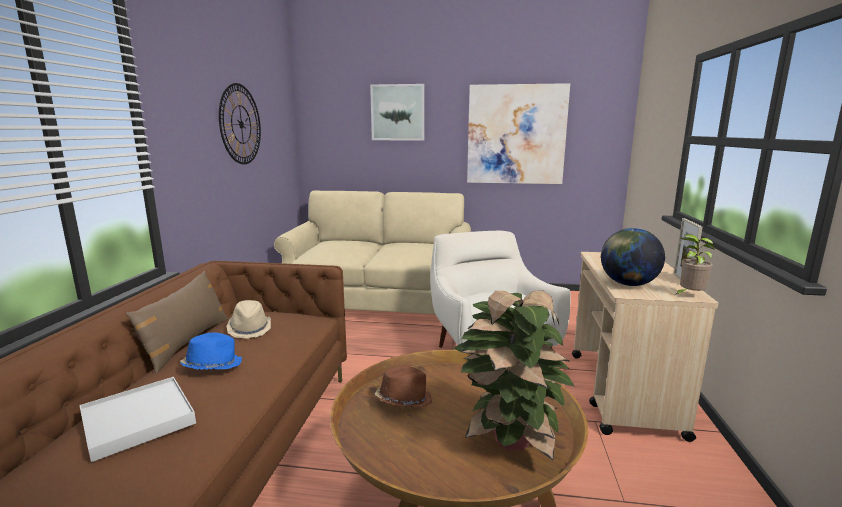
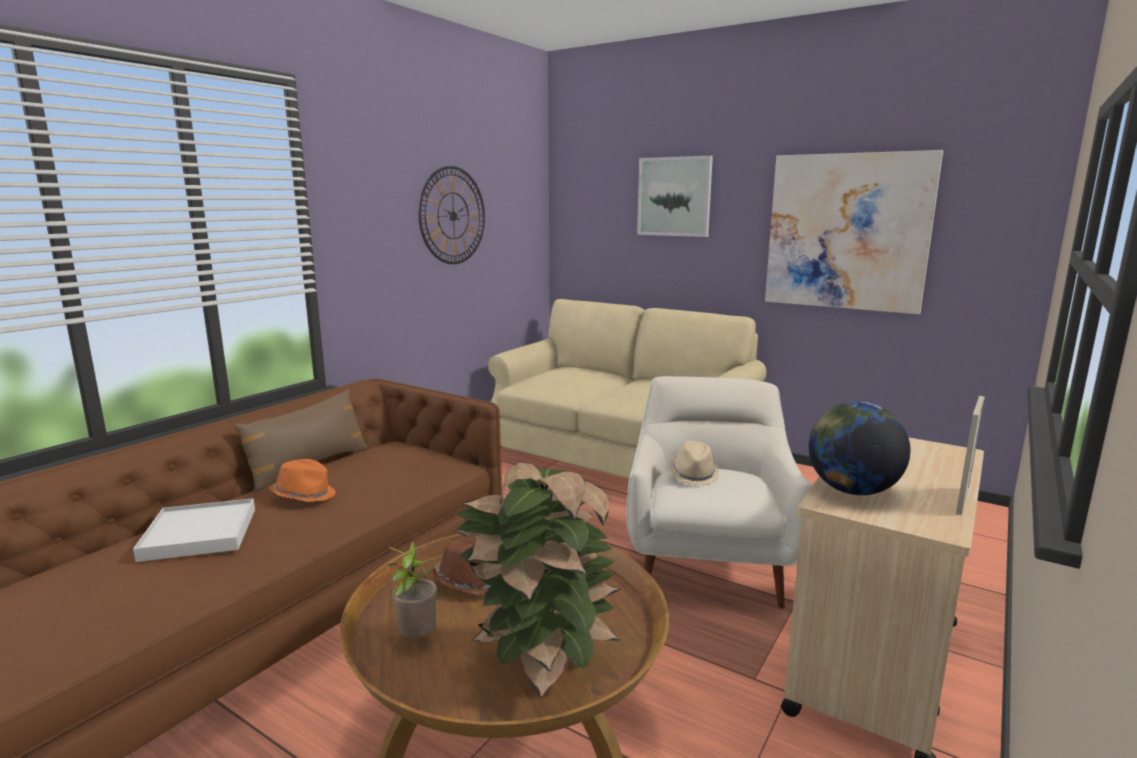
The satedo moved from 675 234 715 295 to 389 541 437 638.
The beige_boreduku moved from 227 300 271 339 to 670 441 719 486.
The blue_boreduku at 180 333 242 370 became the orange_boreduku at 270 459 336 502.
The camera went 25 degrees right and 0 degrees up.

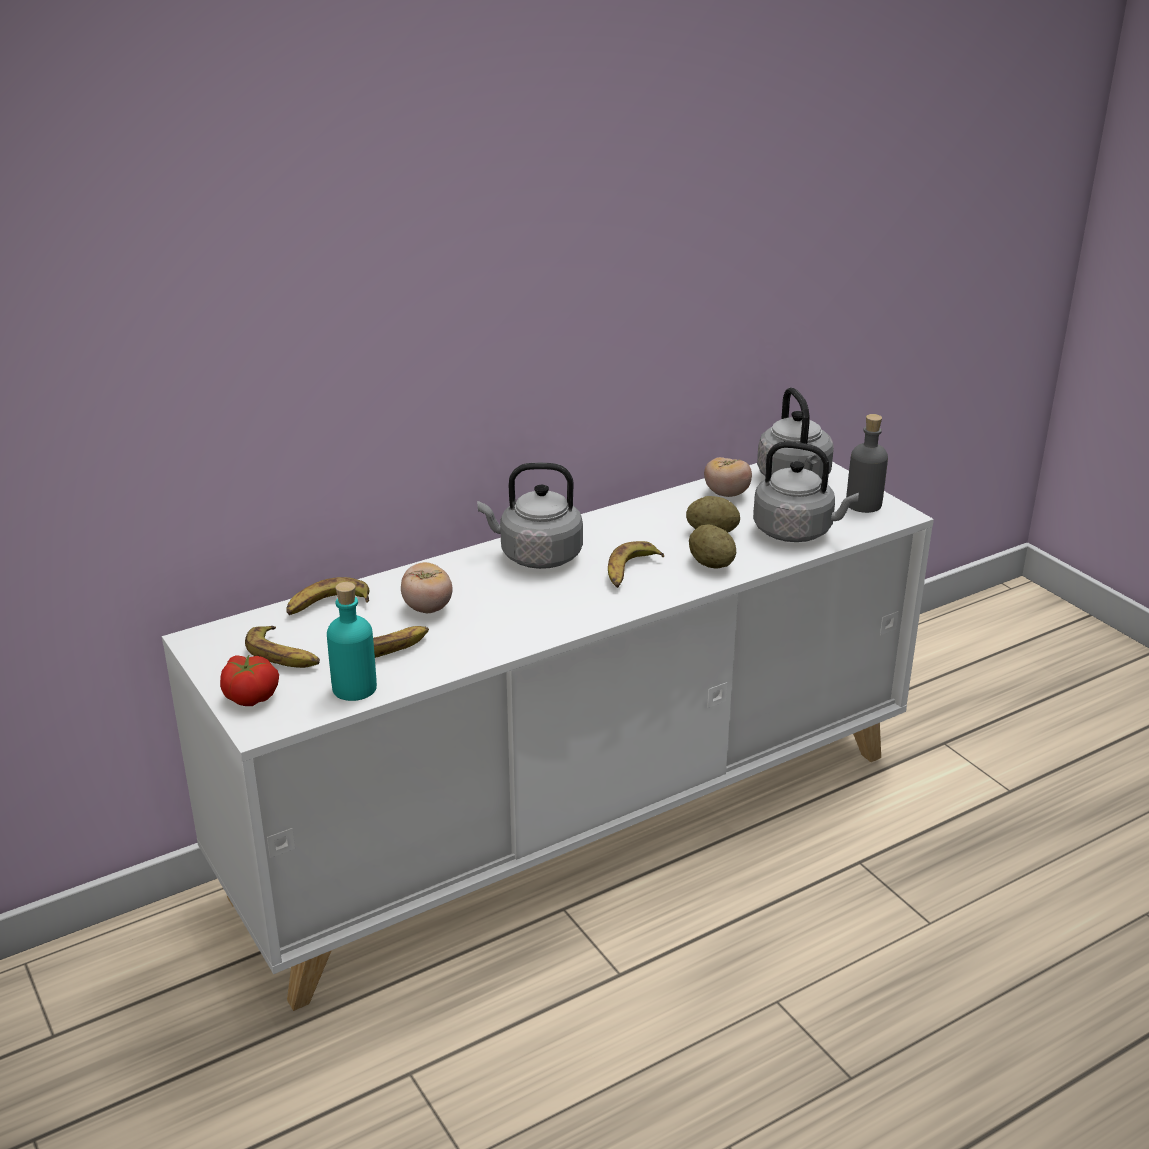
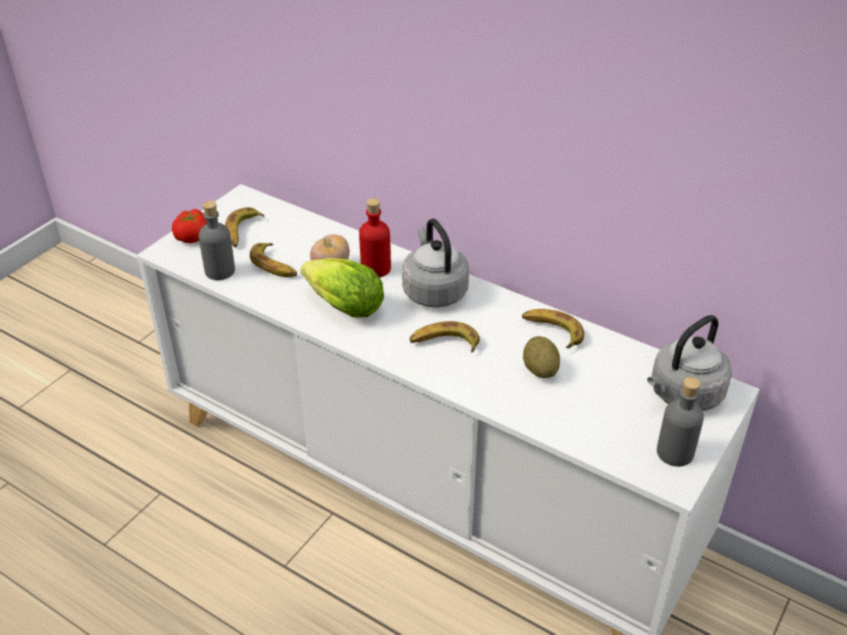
The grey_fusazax at 753 441 859 542 disappeared.
The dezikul at 704 457 752 497 disappeared.
The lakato at 689 525 736 568 disappeared.
The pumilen moved from 286 577 369 615 to 522 309 584 348.
The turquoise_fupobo at 327 582 377 701 became the grey_fupobo at 199 201 235 280.
The red_fupobo at 359 198 391 277 appeared.
The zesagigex at 301 258 384 318 appeared.
The camera went 65 degrees right and 10 degrees up.

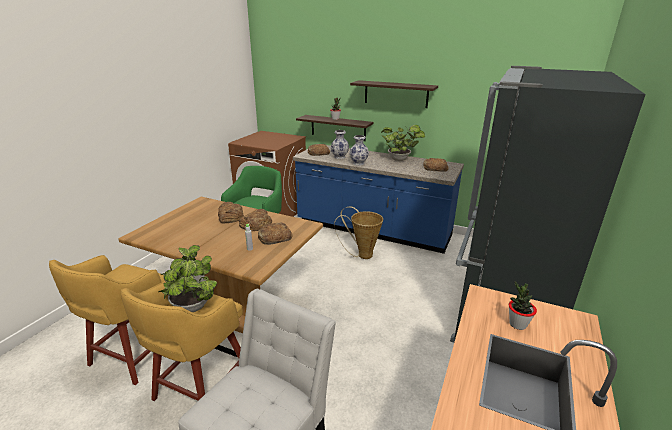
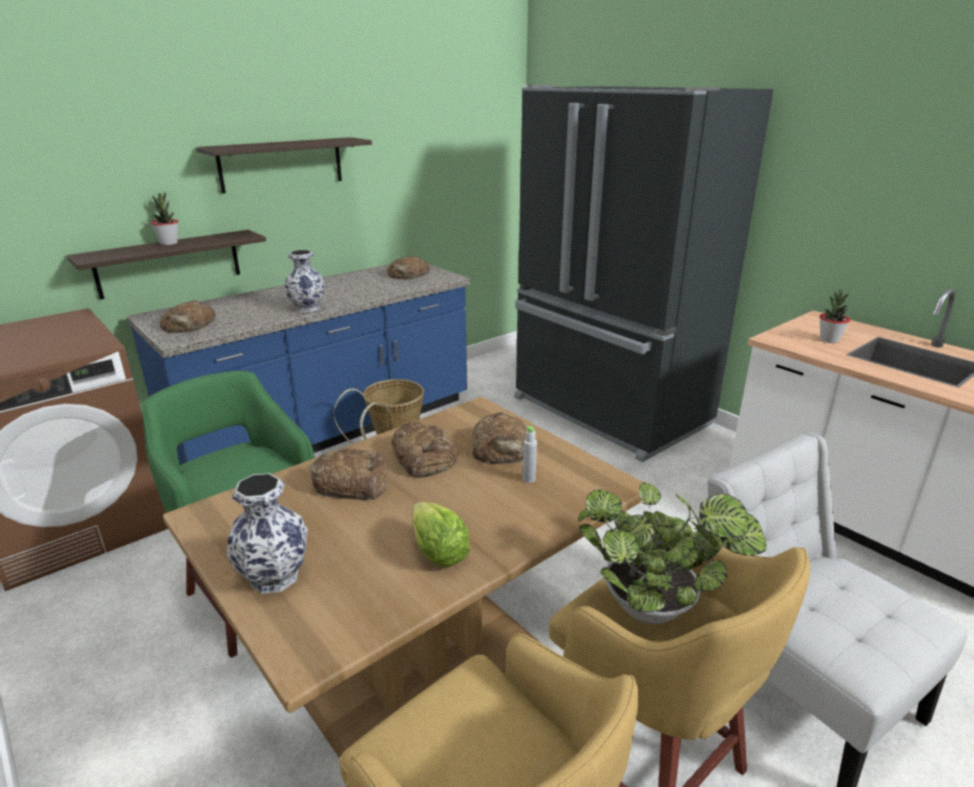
The satedo at 381 125 425 161 disappeared.
The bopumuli moved from 331 130 349 159 to 227 473 308 594.
The zesagigex at 412 502 470 567 appeared.
The camera went 65 degrees left and 0 degrees up.

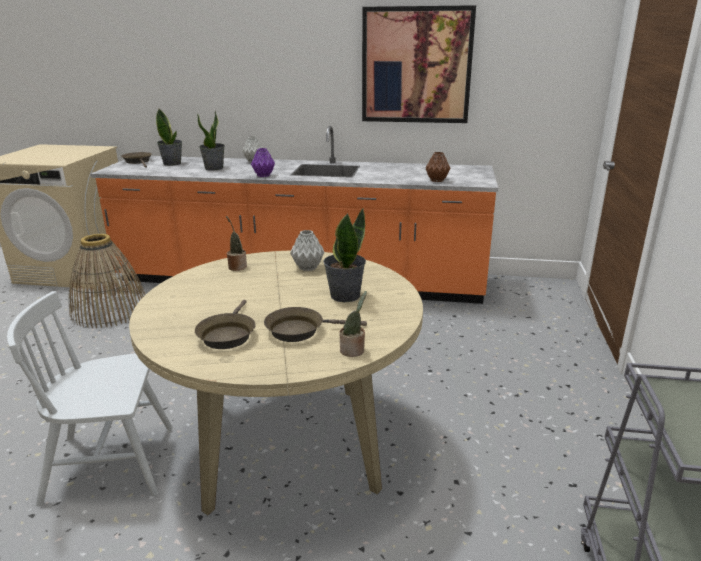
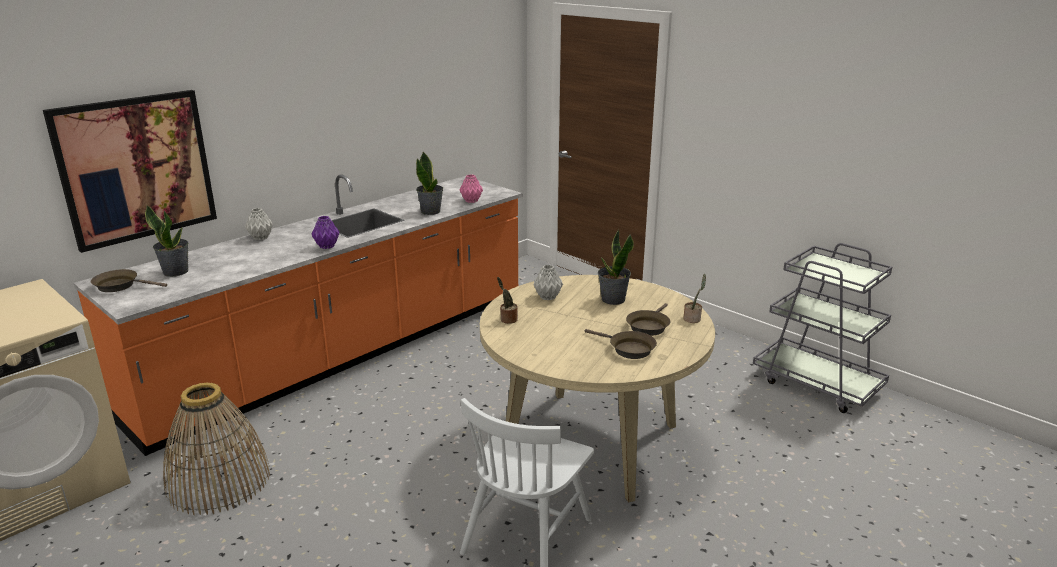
The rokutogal moved from 362 5 476 123 to 43 90 217 253.
The satedo moved from 197 111 225 171 to 416 151 443 215.
The brown_bopumuli at 426 152 451 182 became the pink_bopumuli at 459 175 483 203.
The camera went 55 degrees left and 0 degrees up.

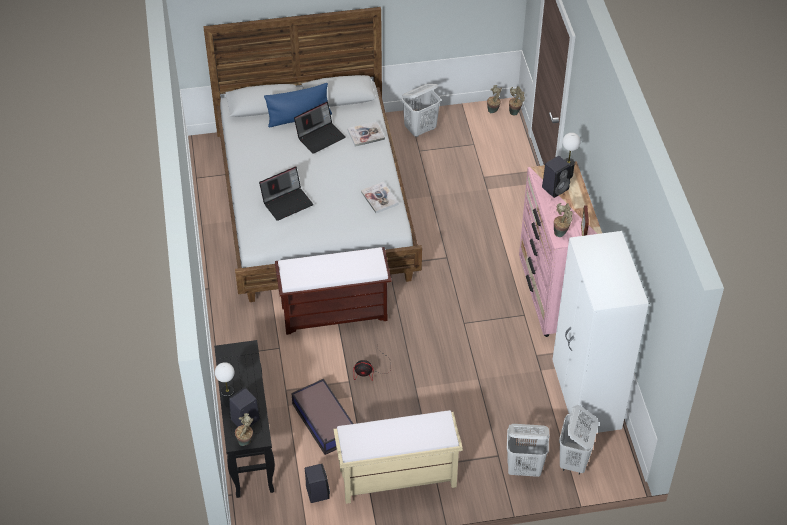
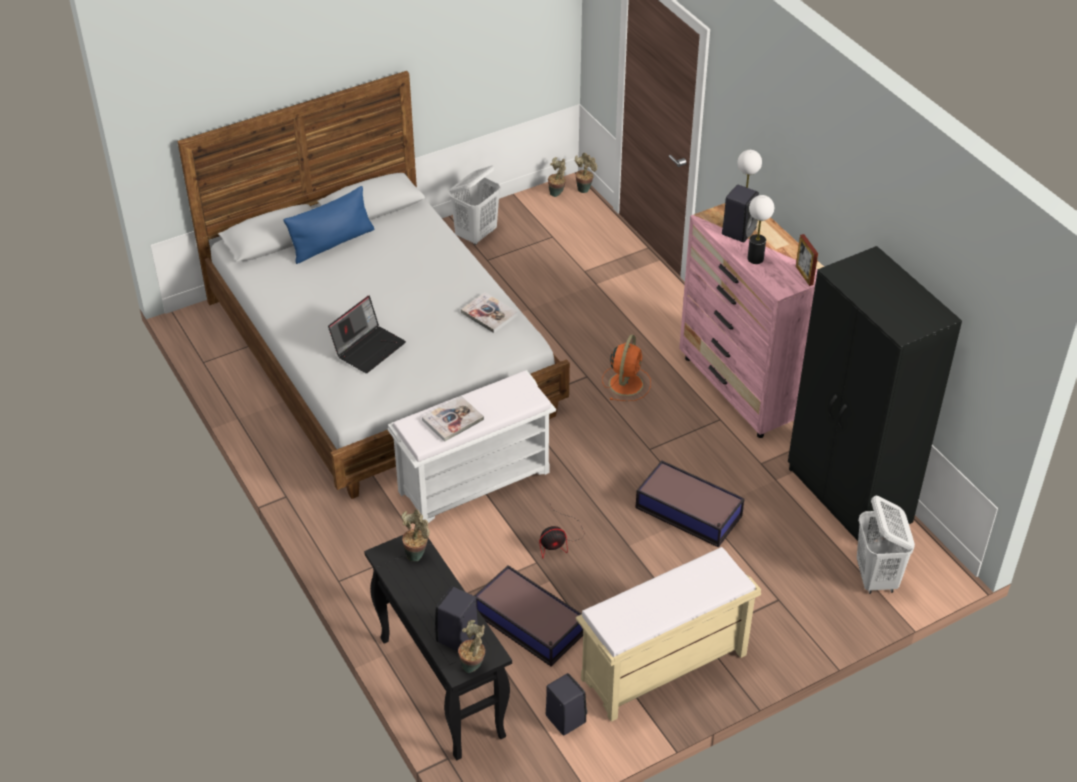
The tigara at 294 102 346 154 disappeared.
The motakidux moved from 348 121 385 147 to 422 396 484 442.
The satedo moved from 554 203 573 237 to 401 509 430 561.
The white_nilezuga at 552 231 649 435 became the black_nilezuga at 788 246 962 541.
The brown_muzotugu at 275 247 392 335 became the white_muzotugu at 388 370 556 523.
The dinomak moved from 215 362 234 407 to 747 195 774 264.
The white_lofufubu at 507 424 550 477 disappeared.
The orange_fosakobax at 602 335 651 401 appeared.
The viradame at 636 460 745 548 appeared.
The camera went 20 degrees left and 5 degrees down.

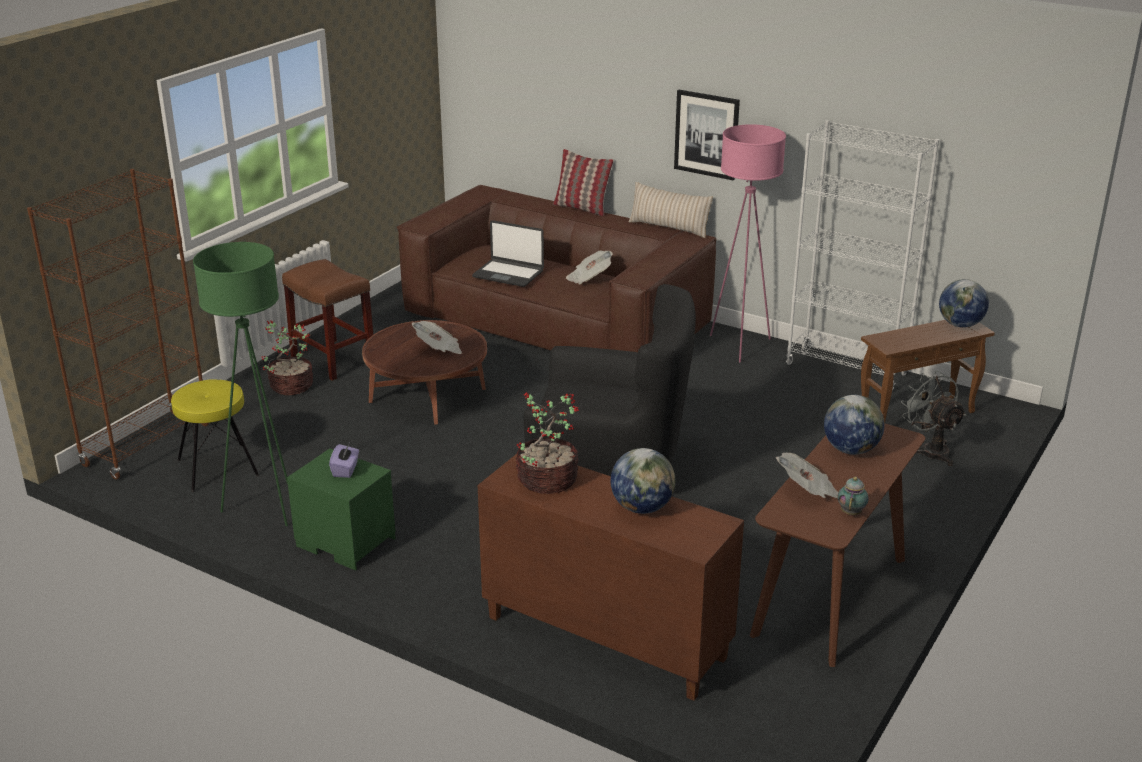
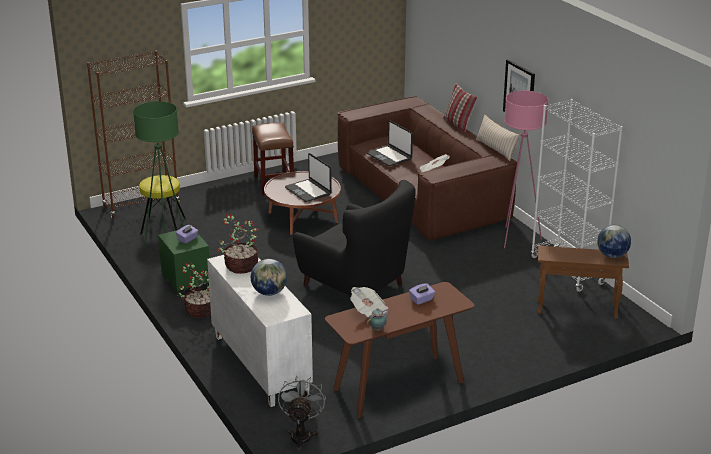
The satedo moved from 262 320 313 395 to 177 263 211 318.
The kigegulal at 412 321 462 354 was replaced by the tigara at 285 153 332 202.
The grey_fosakobax moved from 901 371 966 466 to 278 376 326 451.
The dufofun at 824 395 885 455 was replaced by the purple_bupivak at 409 283 435 305.
The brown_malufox at 478 454 744 701 became the white_malufox at 207 255 313 407.
The camera went 30 degrees right and 0 degrees up.

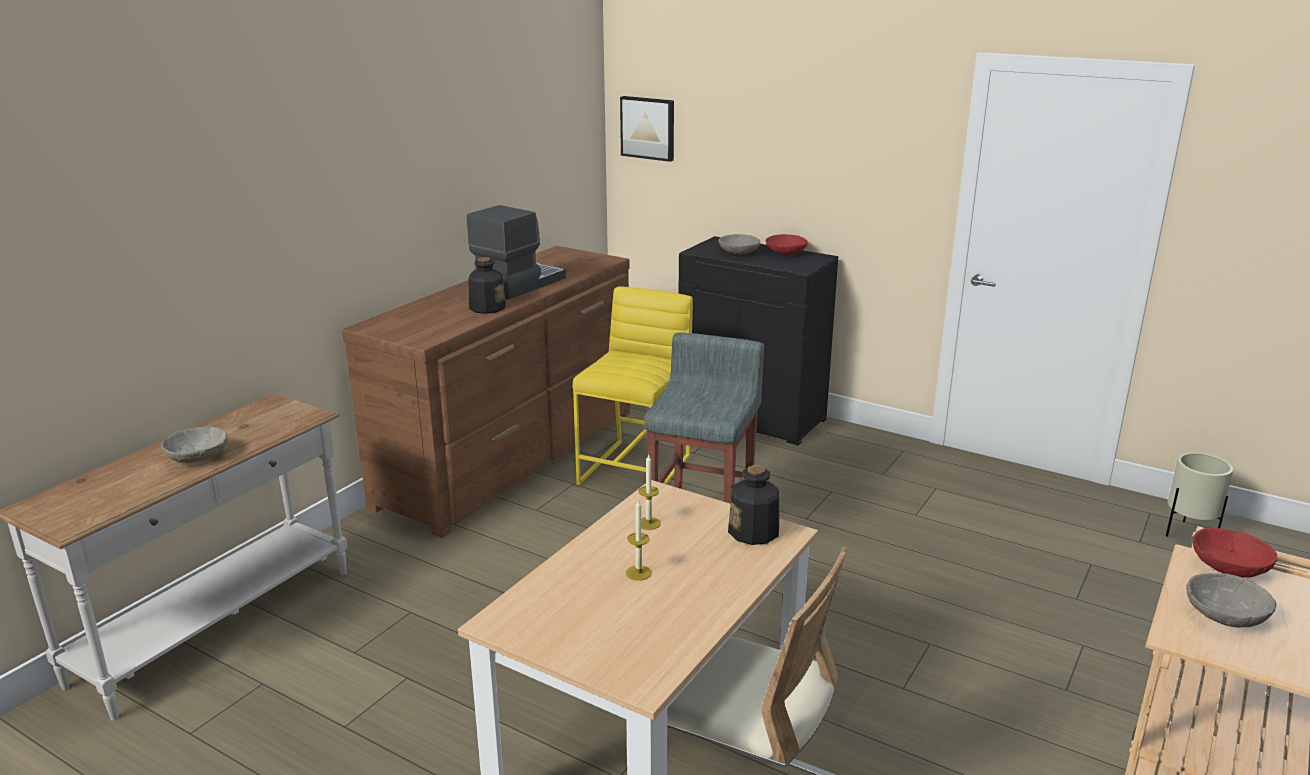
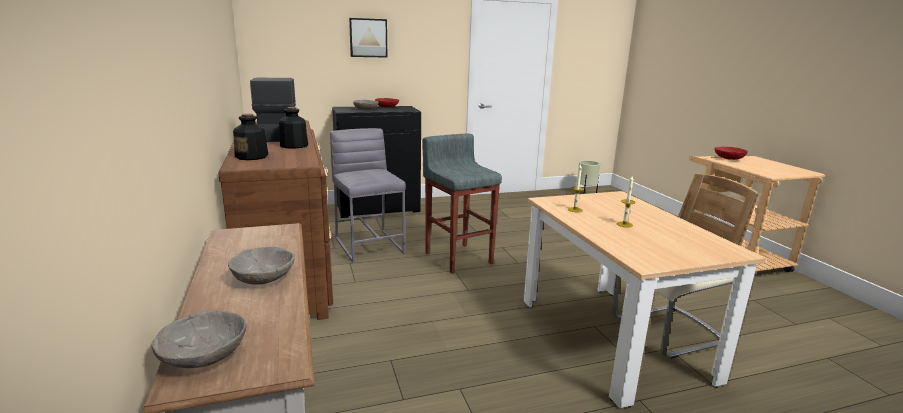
The rokutogal moved from 620 96 674 162 to 349 18 387 58.
The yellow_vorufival at 573 286 693 485 became the grey_vorufival at 330 128 406 263.
The fupobo moved from 728 465 779 545 to 233 114 268 160.
The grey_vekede moved from 1186 573 1277 627 to 152 310 247 368.
The camera went 50 degrees left and 5 degrees down.

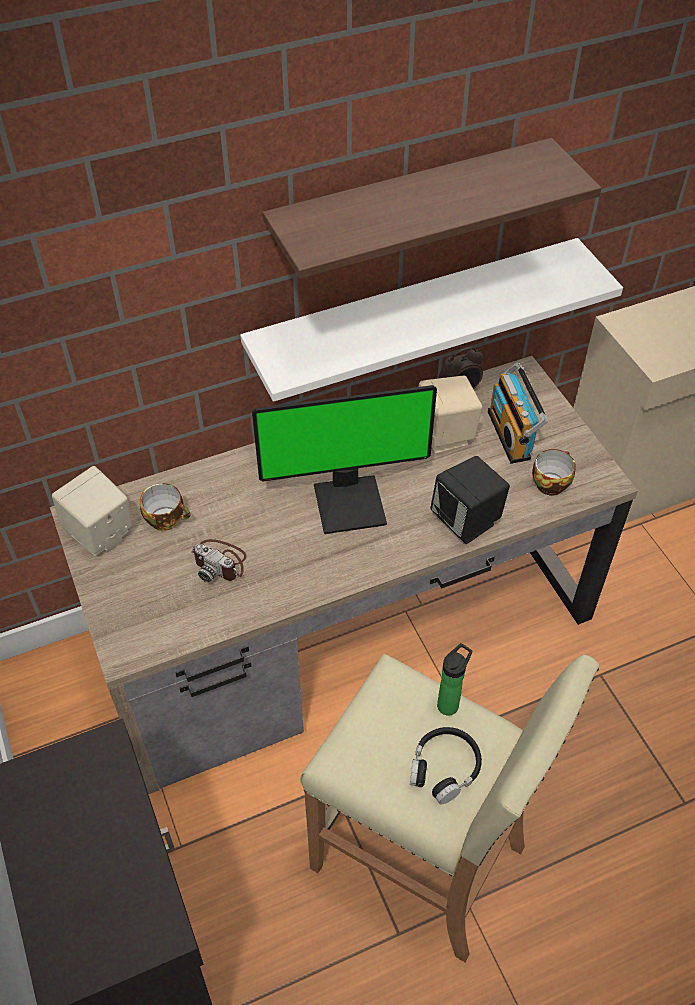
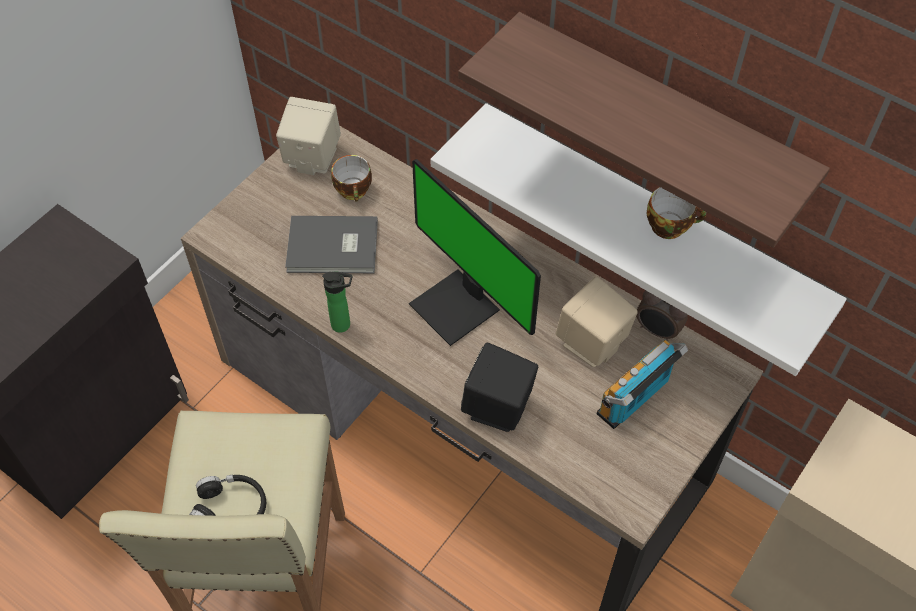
The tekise moved from 532 449 576 496 to 647 187 706 239.
The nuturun at 191 539 247 582 was replaced by the grey_motakidux at 285 216 378 273.
The fupobo moved from 437 643 472 716 to 322 271 352 333.
The camera went 60 degrees right and 5 degrees up.

